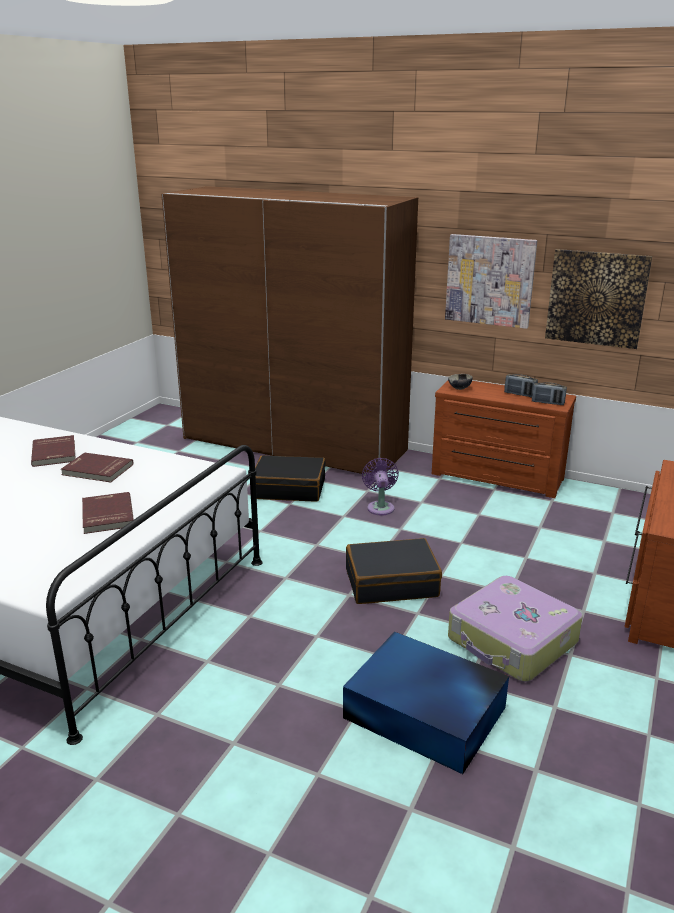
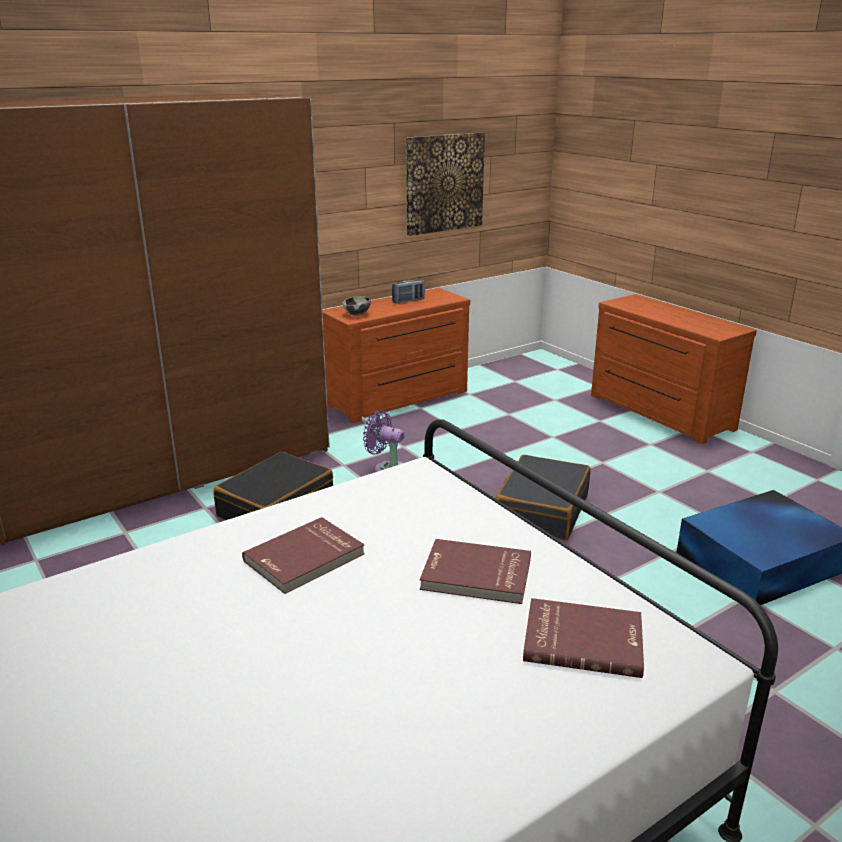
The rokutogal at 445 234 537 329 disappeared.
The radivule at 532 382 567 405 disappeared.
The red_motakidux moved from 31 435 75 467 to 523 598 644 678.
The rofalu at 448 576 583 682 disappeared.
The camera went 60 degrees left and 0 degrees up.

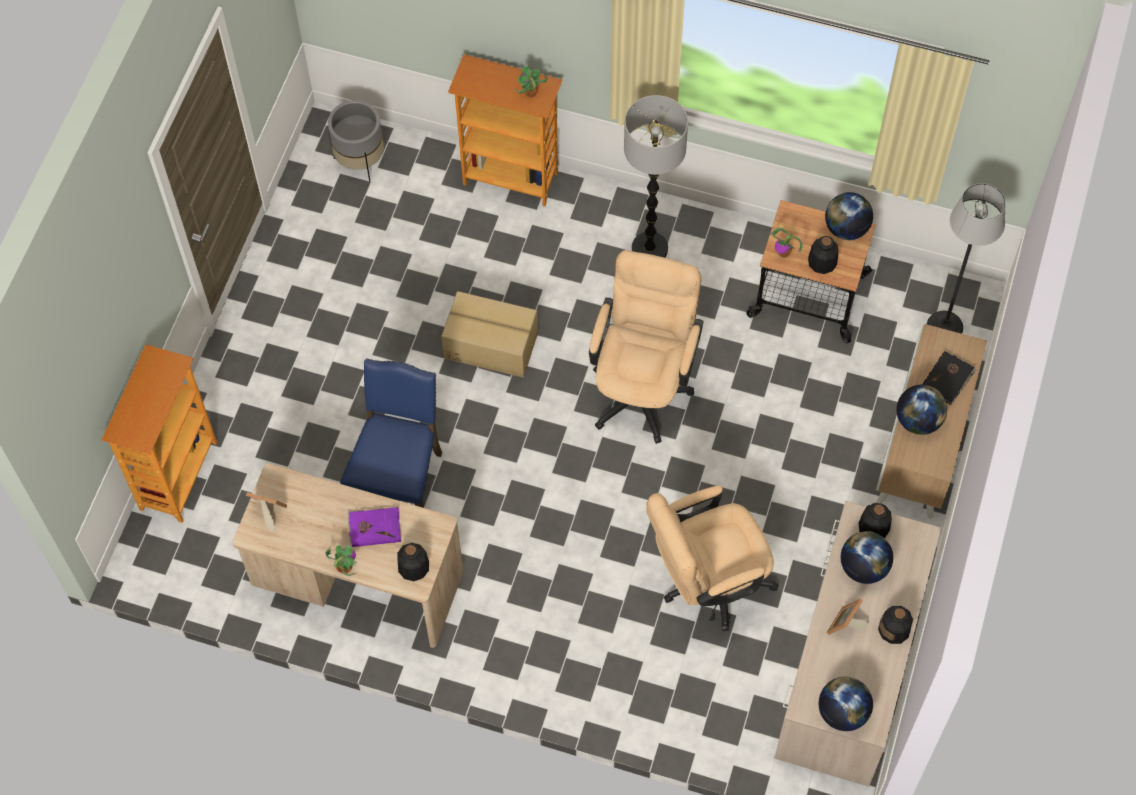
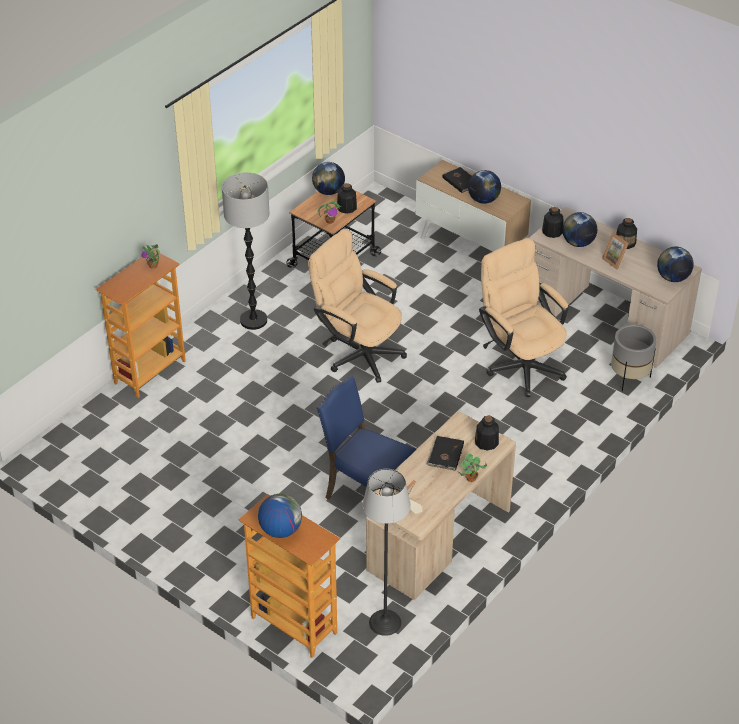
The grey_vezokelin moved from 328 100 384 181 to 611 324 656 391.
The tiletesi moved from 927 183 1006 334 to 362 469 411 636.
The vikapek at 441 291 538 377 disappeared.
The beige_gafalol at 646 486 779 631 turned 150 degrees clockwise.
The purple_motakidux at 348 507 401 547 became the black_motakidux at 426 436 464 471.
The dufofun at 258 494 302 538 appeared.
The camera went 70 degrees left and 20 degrees down.

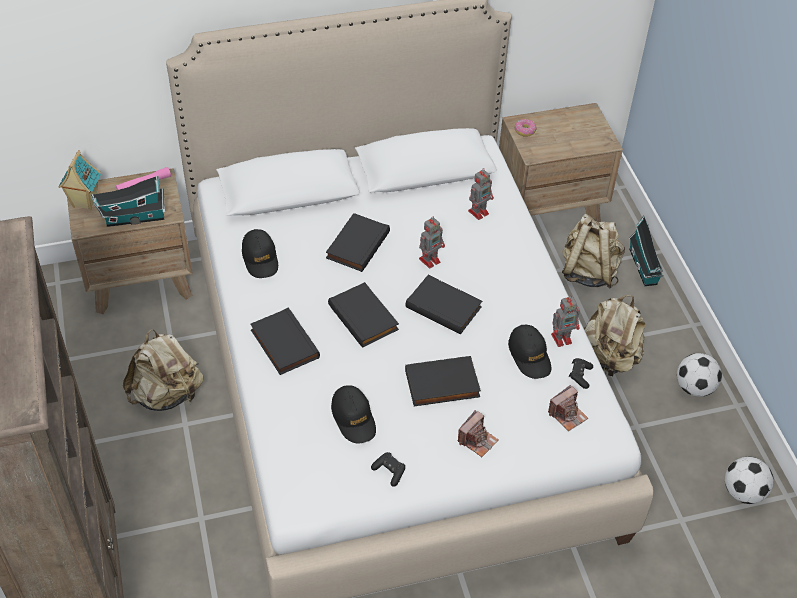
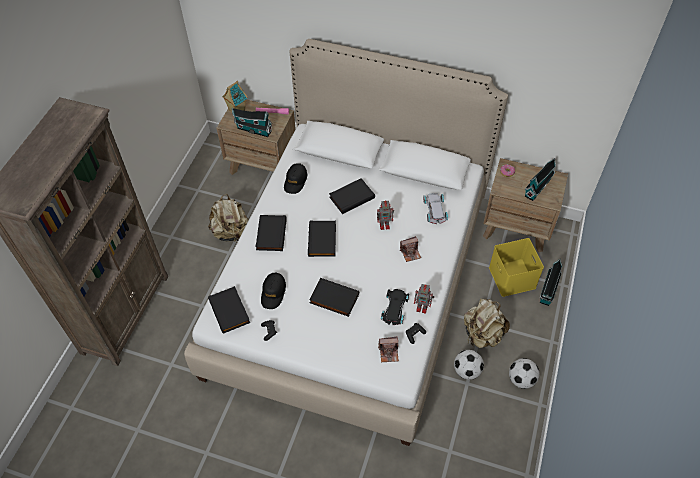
The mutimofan at 468 168 494 220 was replaced by the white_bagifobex at 423 193 448 224.
The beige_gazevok at 562 214 625 288 was replaced by the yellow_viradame at 489 238 544 297.
The black_motakidux moved from 405 275 482 334 to 208 286 250 334.
The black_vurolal at 508 325 551 379 was replaced by the black_bagifobex at 381 289 409 325.
The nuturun moved from 458 410 498 457 to 400 236 421 262.
The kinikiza moved from 725 457 774 504 to 454 350 484 380.
The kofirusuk at 525 158 556 201 appeared.
The camera went 35 degrees right and 5 degrees up.

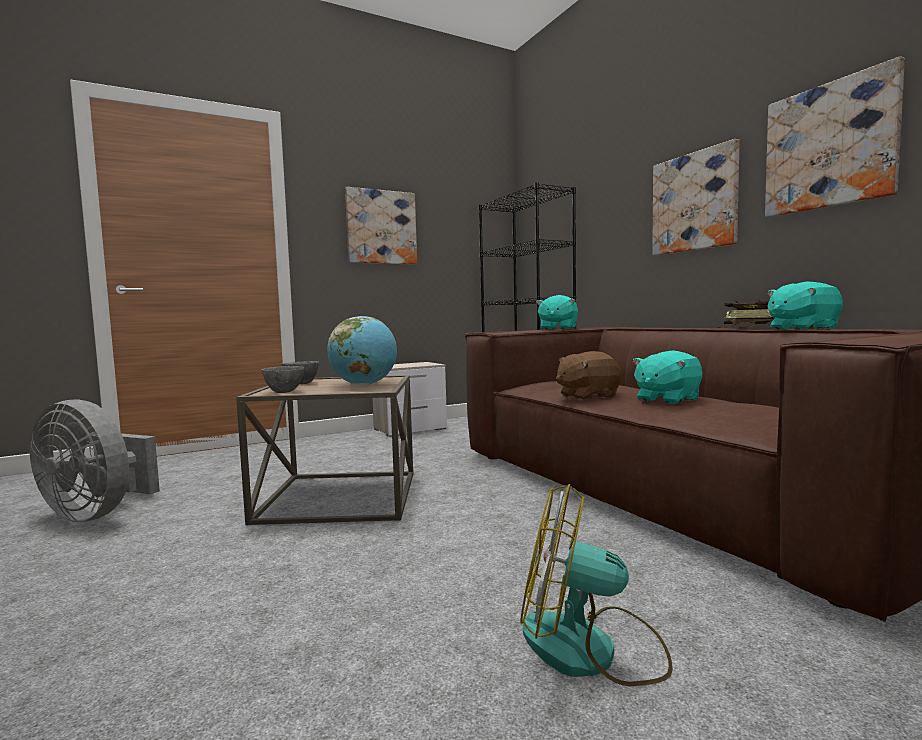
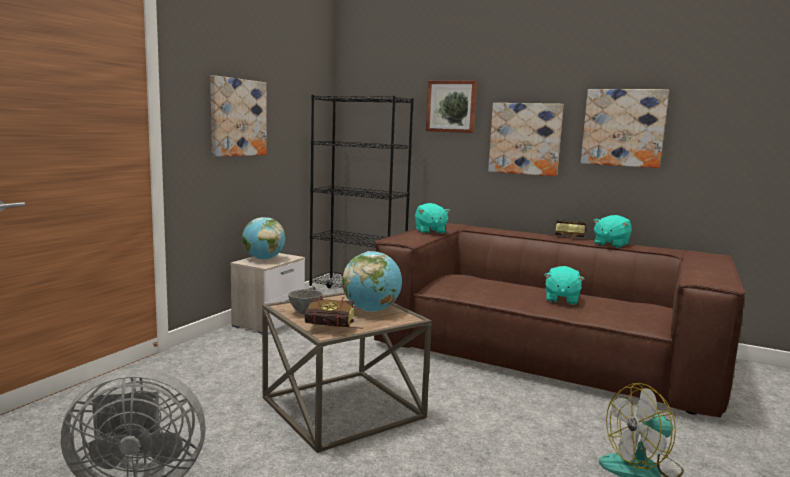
The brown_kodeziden at 556 351 621 401 disappeared.
The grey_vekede at 261 366 305 393 was replaced by the motakidux at 305 296 364 329.
The rokutogal at 426 80 477 133 appeared.
The dufofun at 242 217 285 260 appeared.
The camera went 35 degrees left and 5 degrees up.

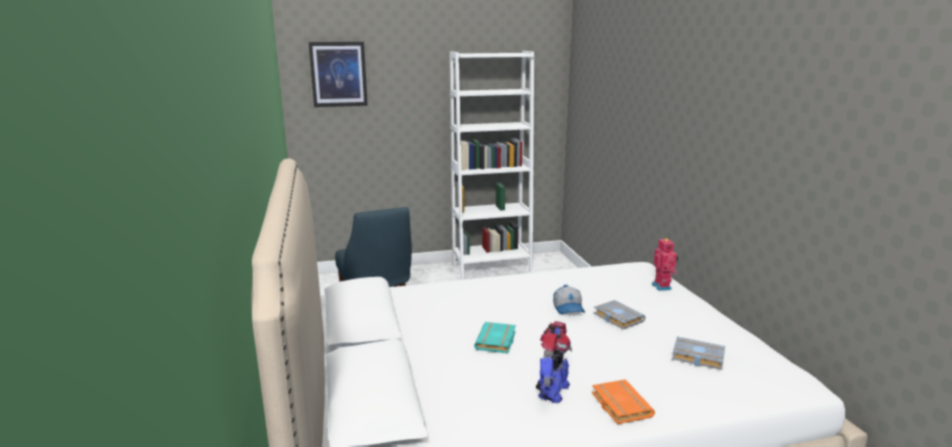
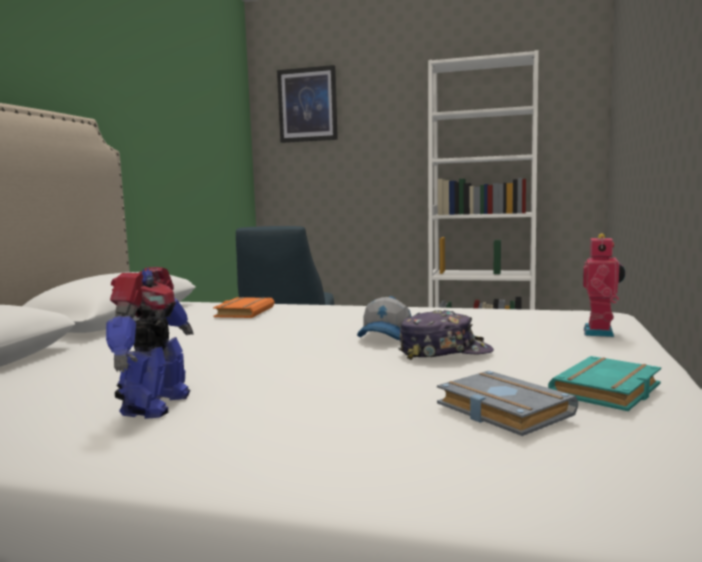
The grey_motakidux at 593 300 645 329 was replaced by the vurolal at 398 310 494 360.
The mutimofan at 536 321 572 403 turned 45 degrees counterclockwise.
The turquoise_motakidux moved from 474 322 516 353 to 548 356 661 411.
The orange_motakidux moved from 592 379 655 424 to 213 297 274 318.
The camera went 30 degrees right and 10 degrees down.

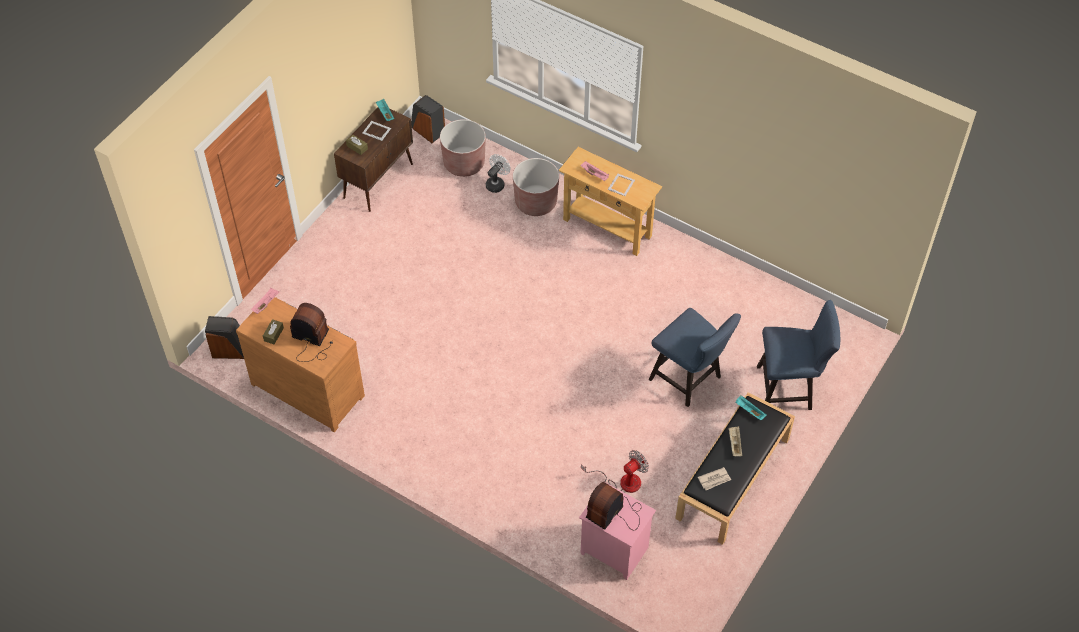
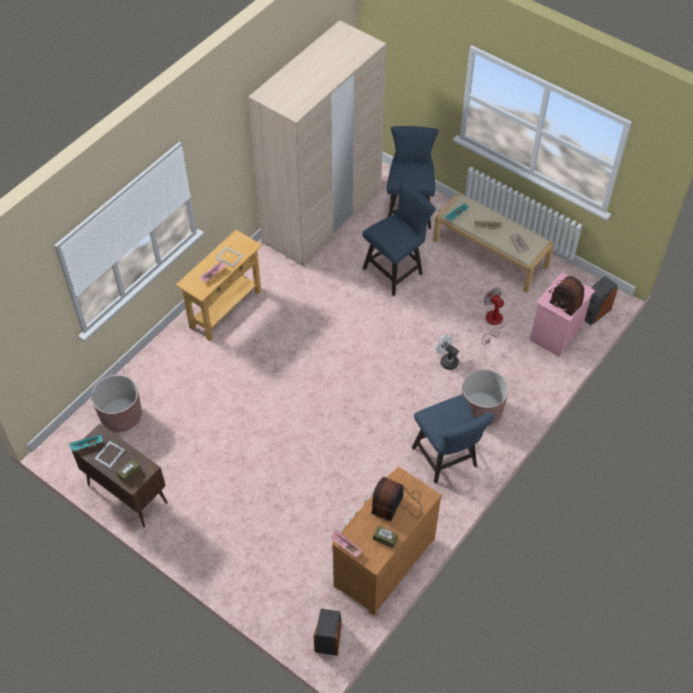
The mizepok moved from 411 95 445 143 to 584 276 618 325.
The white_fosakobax moved from 486 154 511 193 to 435 334 459 370.
The brown_vezokelin moved from 513 158 559 216 to 461 369 509 425.
The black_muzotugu at 675 392 795 545 became the beige_muzotugu at 433 193 554 293.
The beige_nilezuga at 248 20 386 267 appeared.
The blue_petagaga at 412 395 495 484 appeared.
The camera went 85 degrees left and 0 degrees up.

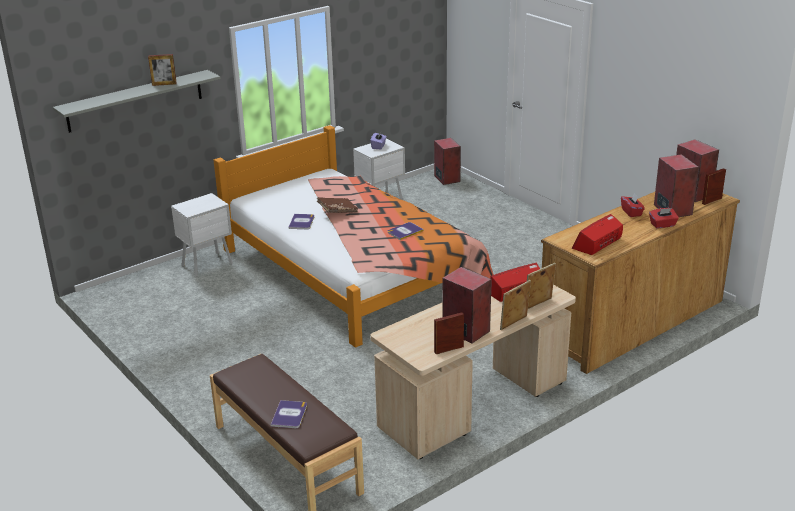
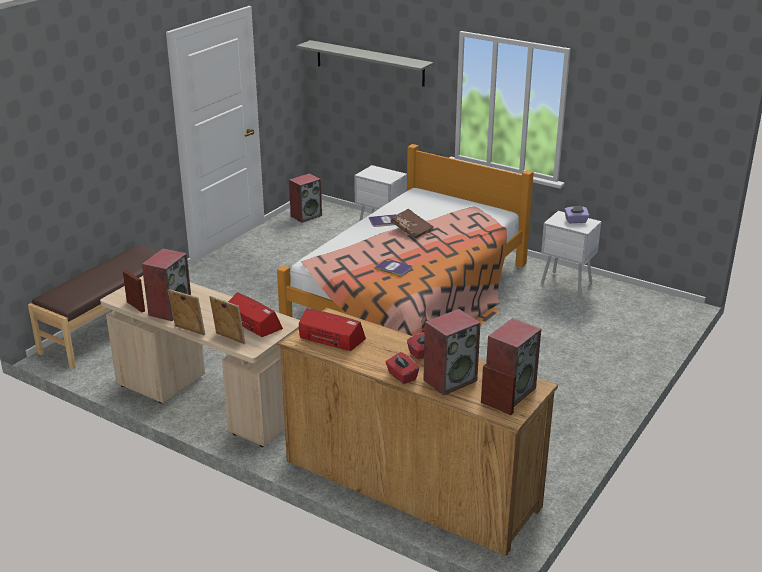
The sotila at 148 54 177 86 disappeared.
The mizepok moved from 434 138 461 185 to 289 173 322 223.
The motakidux at 271 400 307 428 disappeared.
The camera went 70 degrees right and 0 degrees up.

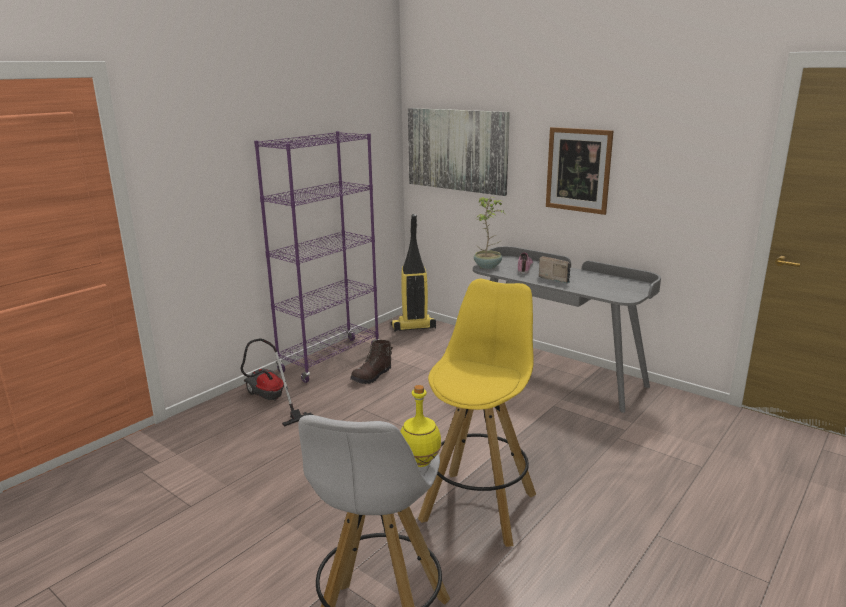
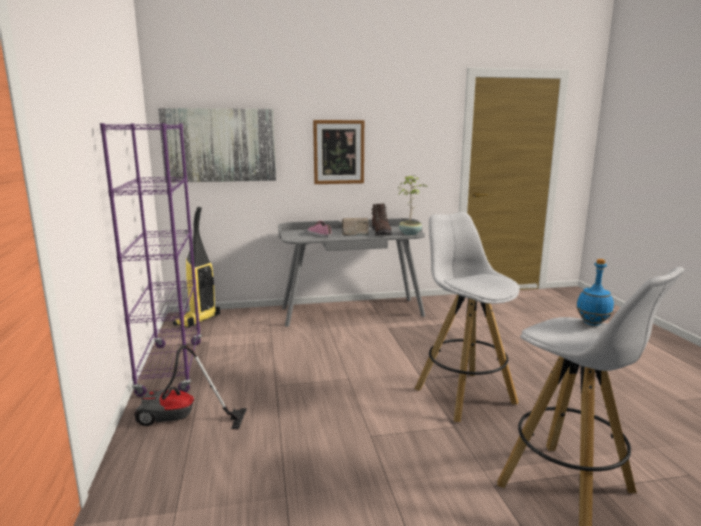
The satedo moved from 474 197 504 269 to 398 175 428 235.
The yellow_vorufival at 418 279 536 547 became the white_vorufival at 415 212 520 422.
The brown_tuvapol moved from 350 340 393 384 to 372 203 392 235.
The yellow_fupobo at 400 385 442 467 became the blue_fupobo at 576 259 614 326.
The camera went 50 degrees left and 5 degrees down.

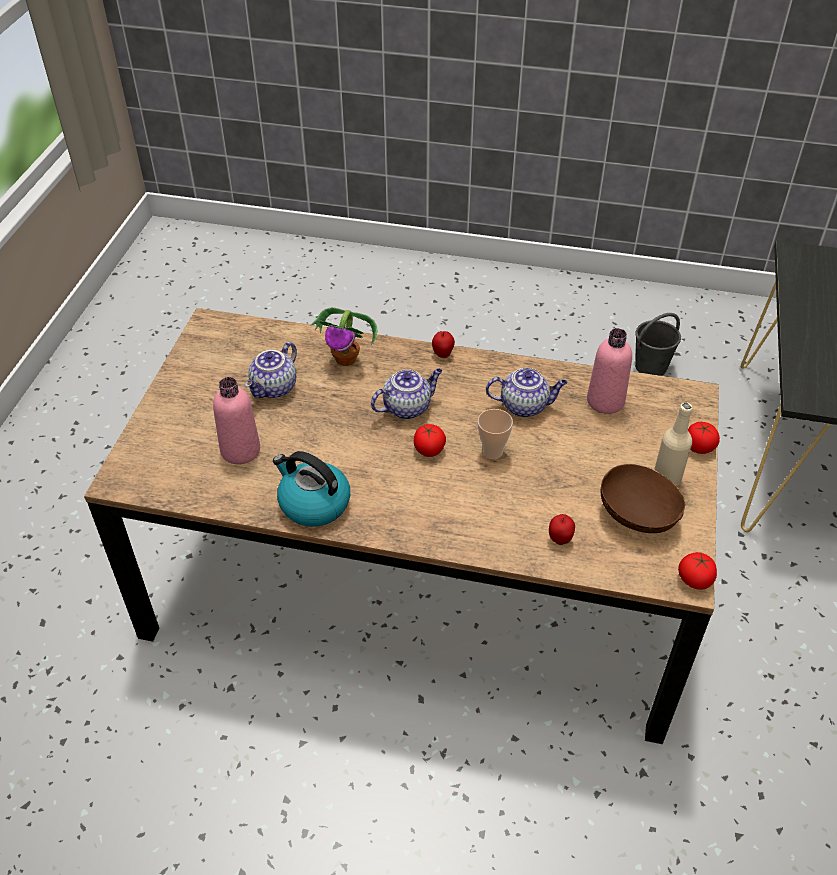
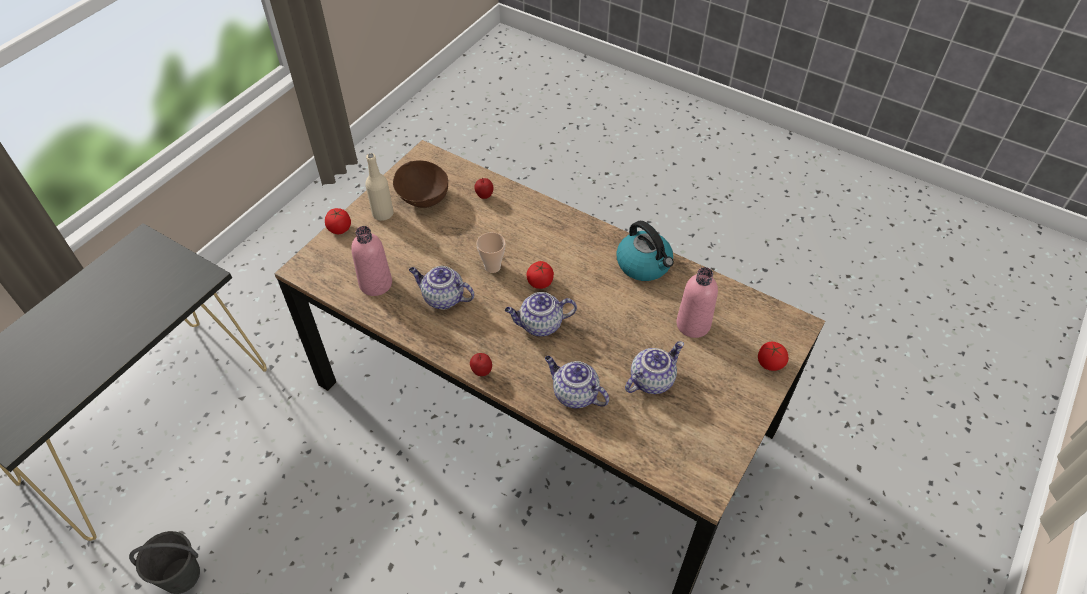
The satedo at 310 307 377 366 was replaced by the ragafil at 545 356 609 408.
The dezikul moved from 678 552 717 590 to 758 342 788 371.
The camera went 160 degrees left and 5 degrees up.

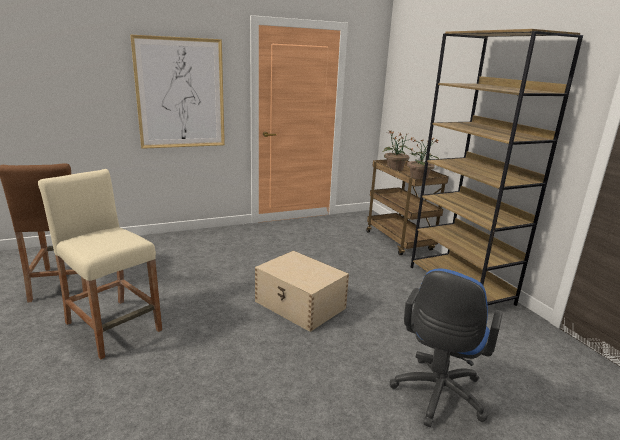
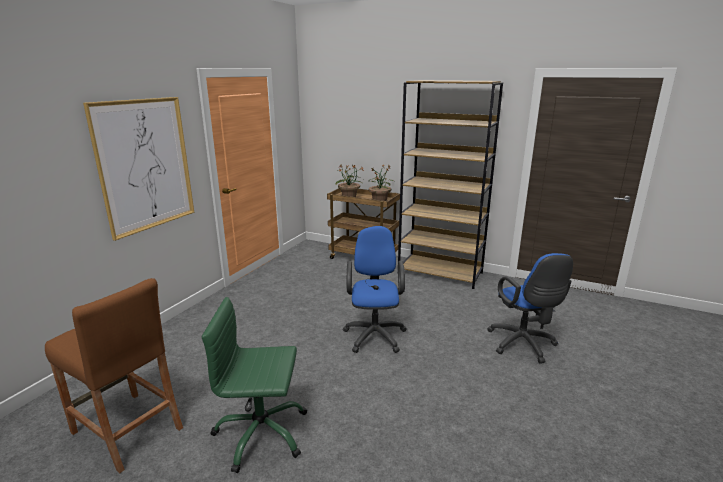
The beige_vorufival at 38 169 162 359 was replaced by the green_gafalol at 202 297 307 473.
The beige_viradame at 255 251 349 332 was replaced by the blue_gafalol at 343 226 406 353.
The camera went 40 degrees left and 0 degrees up.

